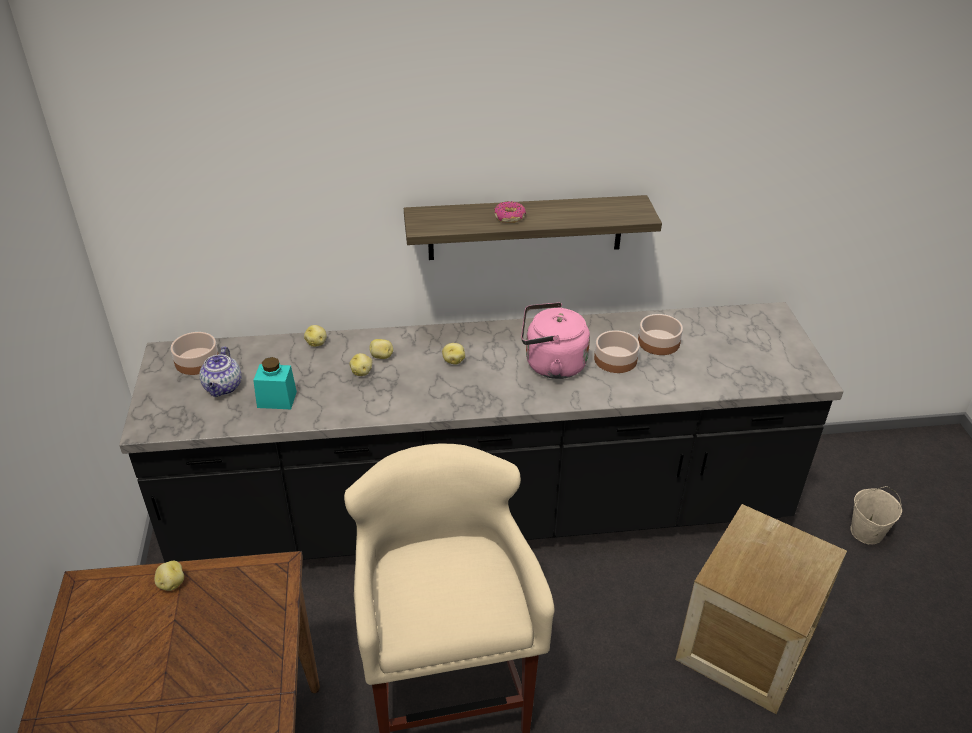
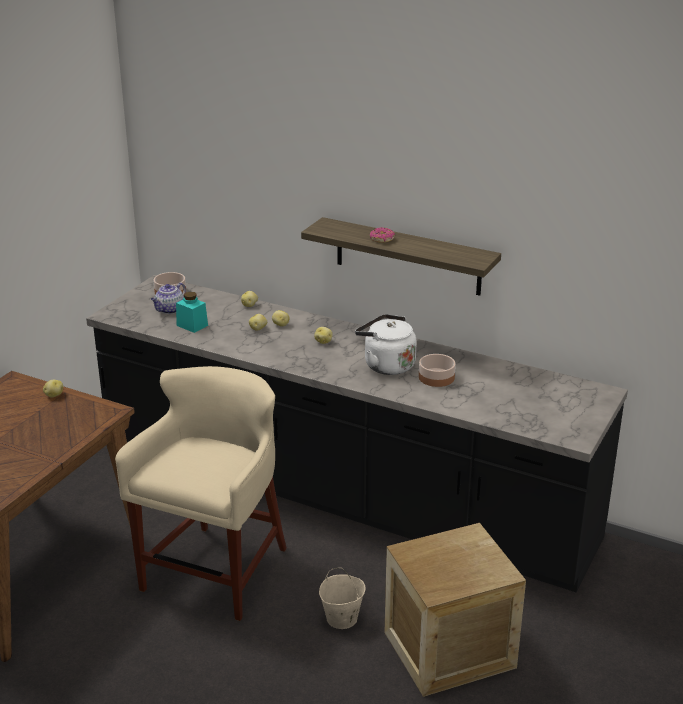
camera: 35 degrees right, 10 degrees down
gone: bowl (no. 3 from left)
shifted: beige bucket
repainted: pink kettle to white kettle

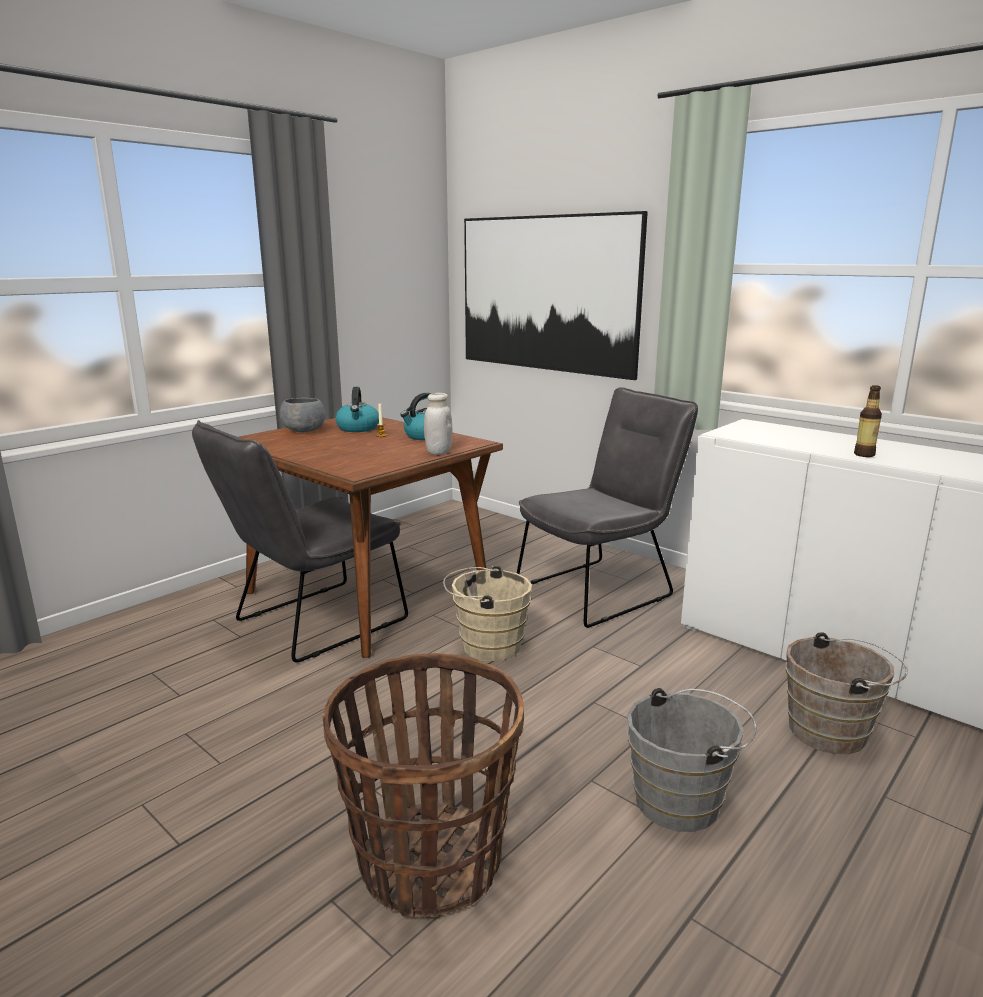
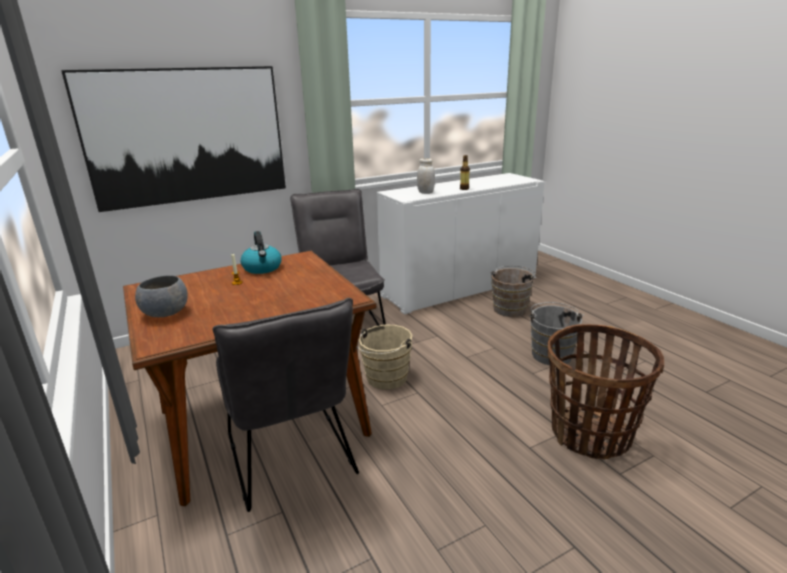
camera: 70 degrees left, 5 degrees up
gone: kettle (no. 1 from left)
shifted: white jar

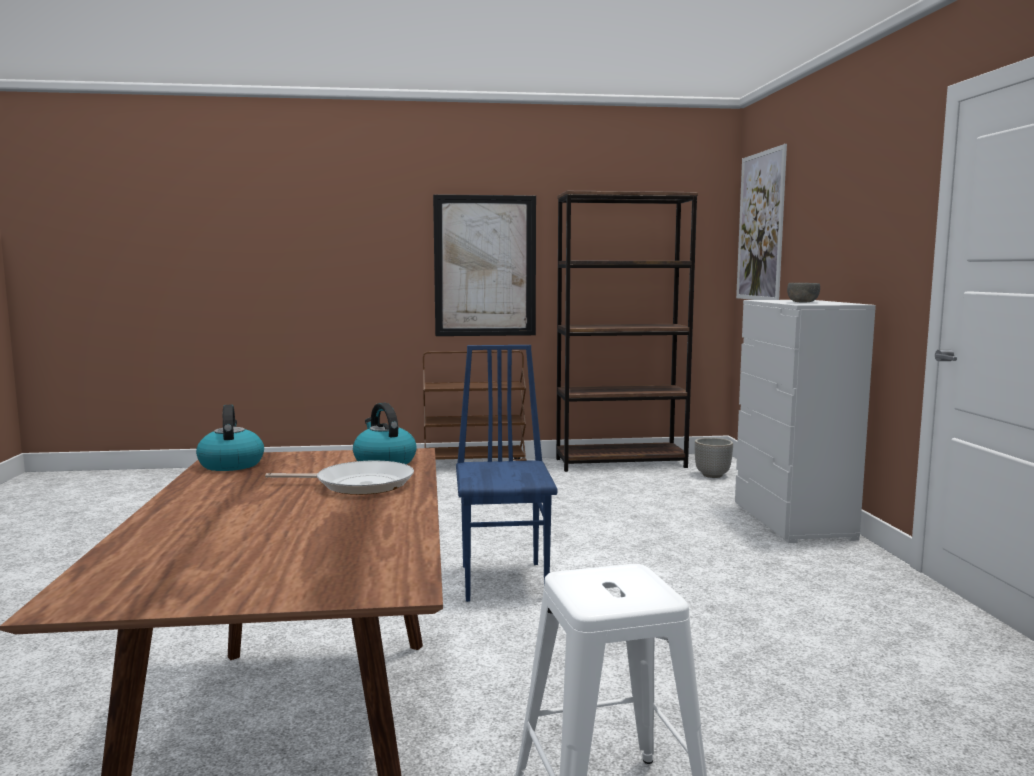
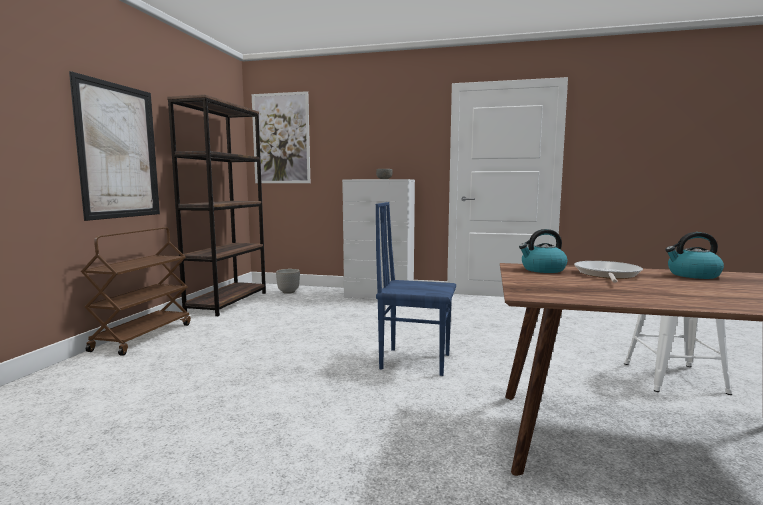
camera: 70 degrees left, 0 degrees up
shifted: kettle (no. 1 from left in the first image) to kettle (no. 2 from left)

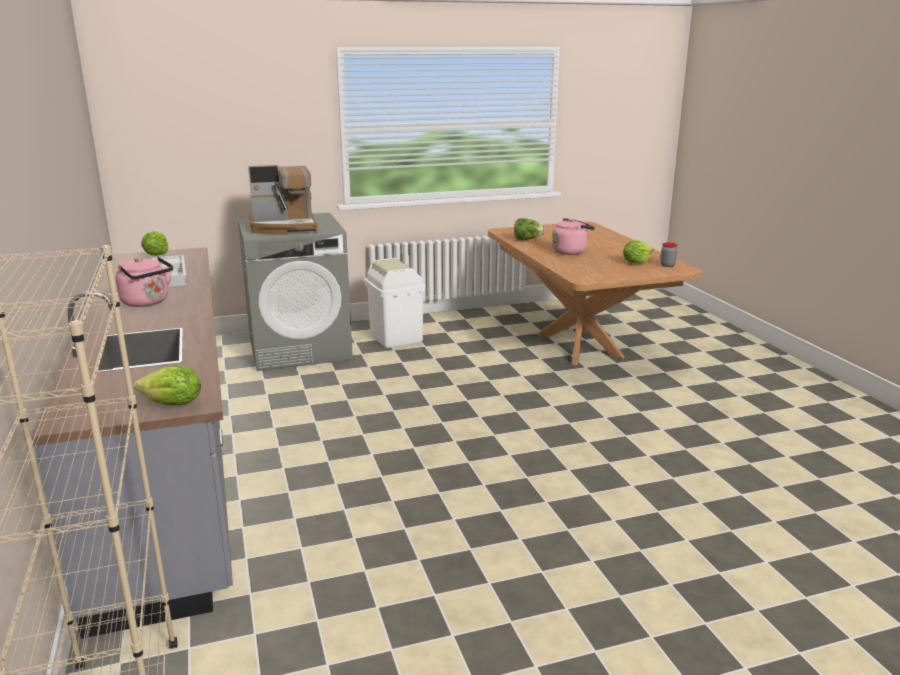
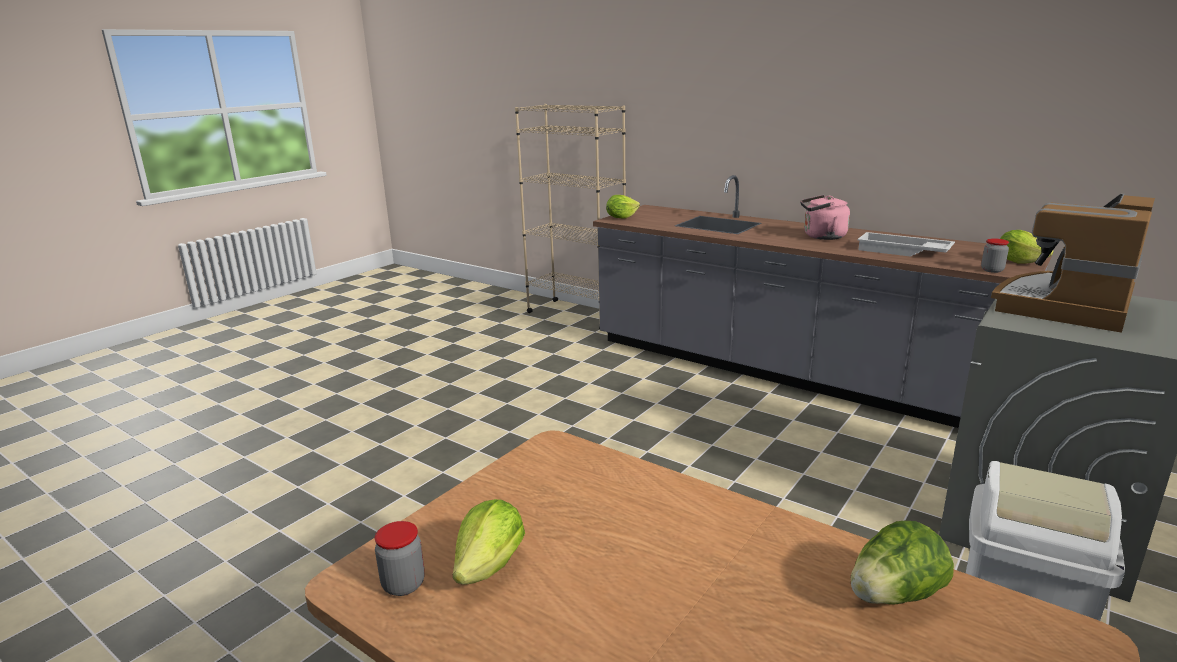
camera: 145 degrees right, 0 degrees up
gone: pink kettle (no. 2 from left)
new: jar (no. 2 from left)

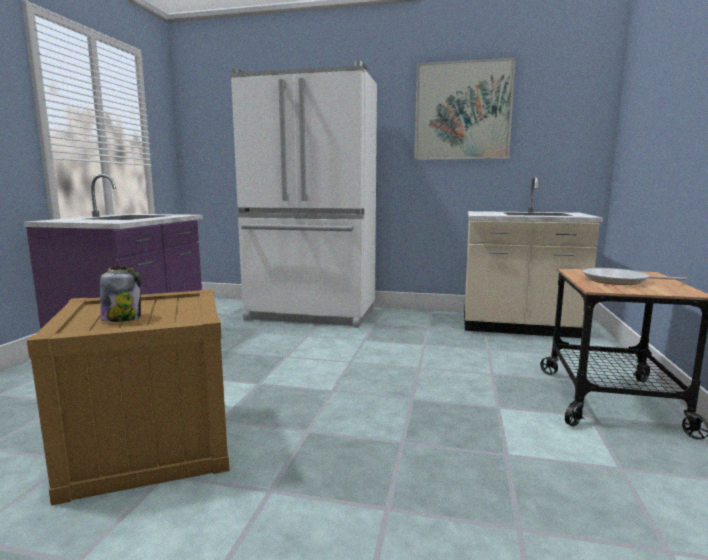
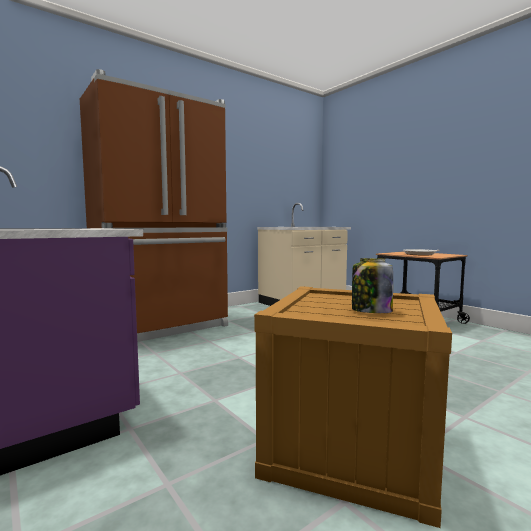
camera: 50 degrees left, 5 degrees down
gone: picture
repainted: white fridge to brown fridge

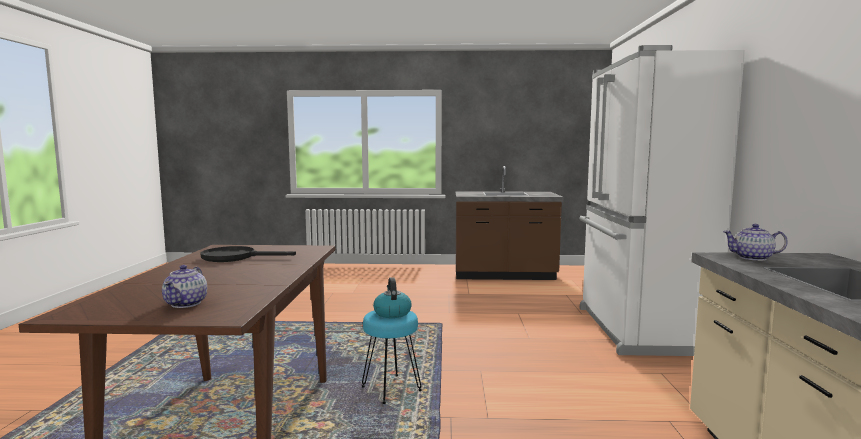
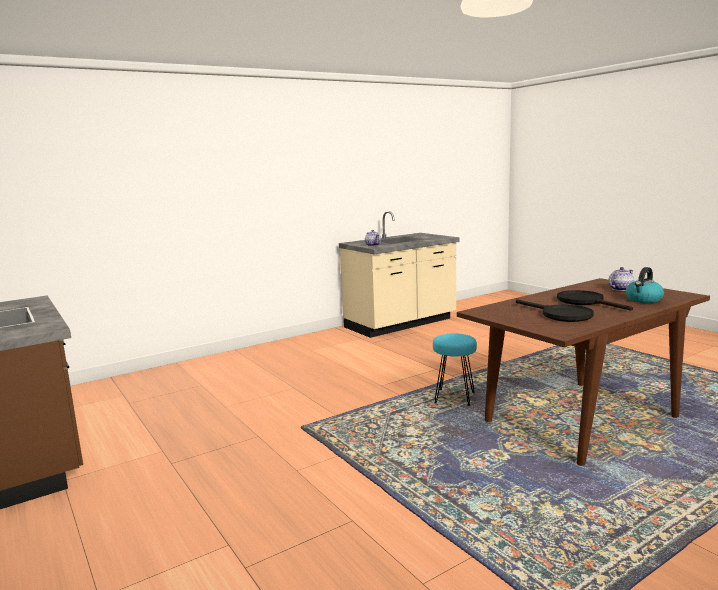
camera: 125 degrees left, 5 degrees up
gone: white fridge
new: black frying pan (no. 2 from left)
shifted: kettle

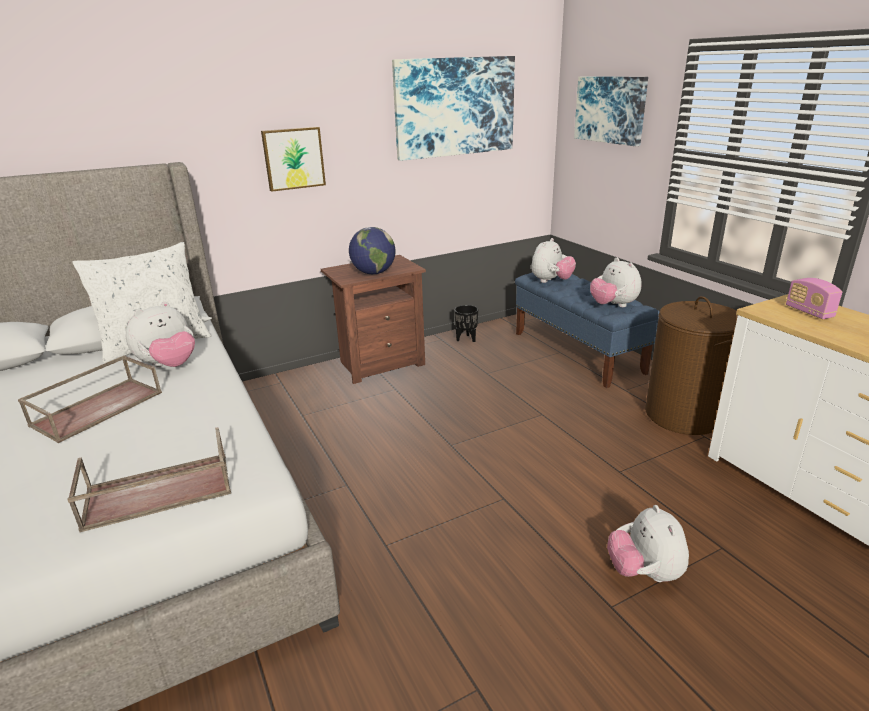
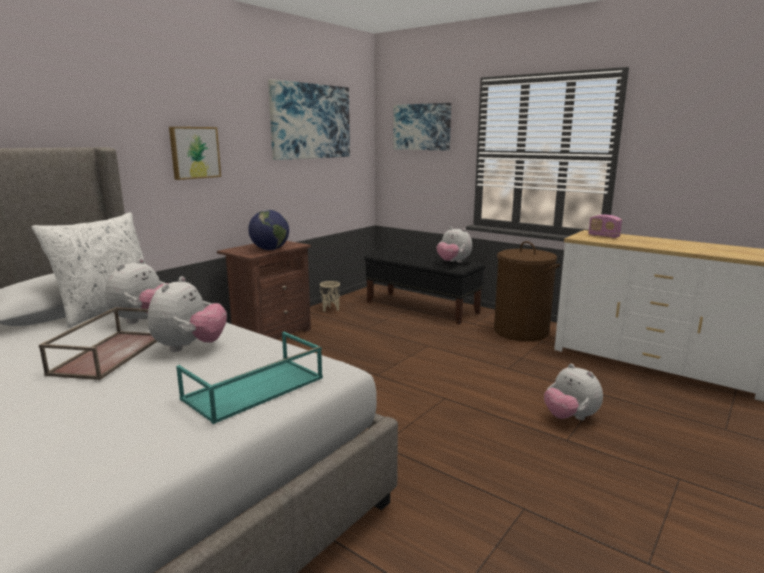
camera: 25 degrees left, 10 degrees down
shifted: plush toy (no. 2 from left)
repainted: brown tray (no. 2 from left) to turquoise tray; black planter to beige planter; blue bench to black bench

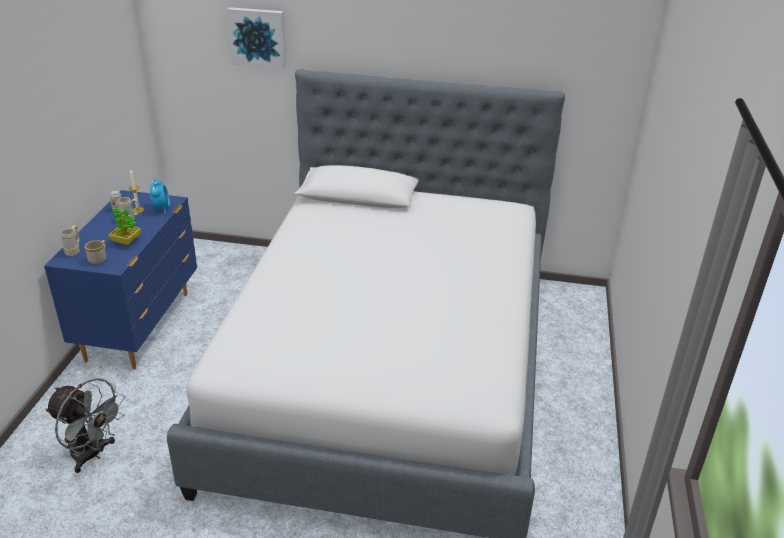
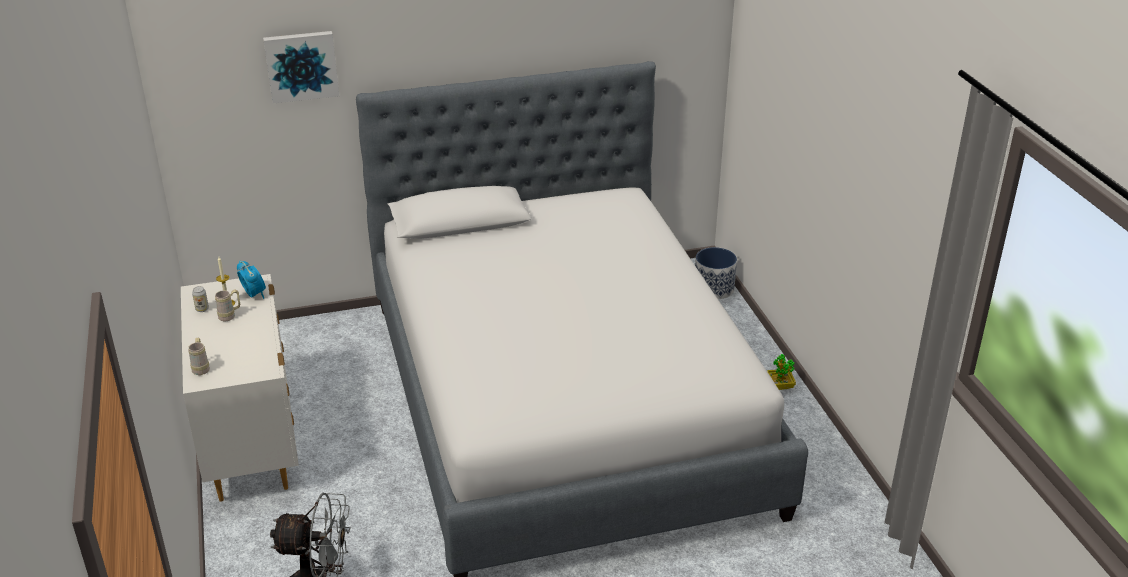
camera: 25 degrees left, 0 degrees up
gone: beige mug (no. 2 from left)
new: planter
shifted: potted plant
repainted: blue dresser to white dresser

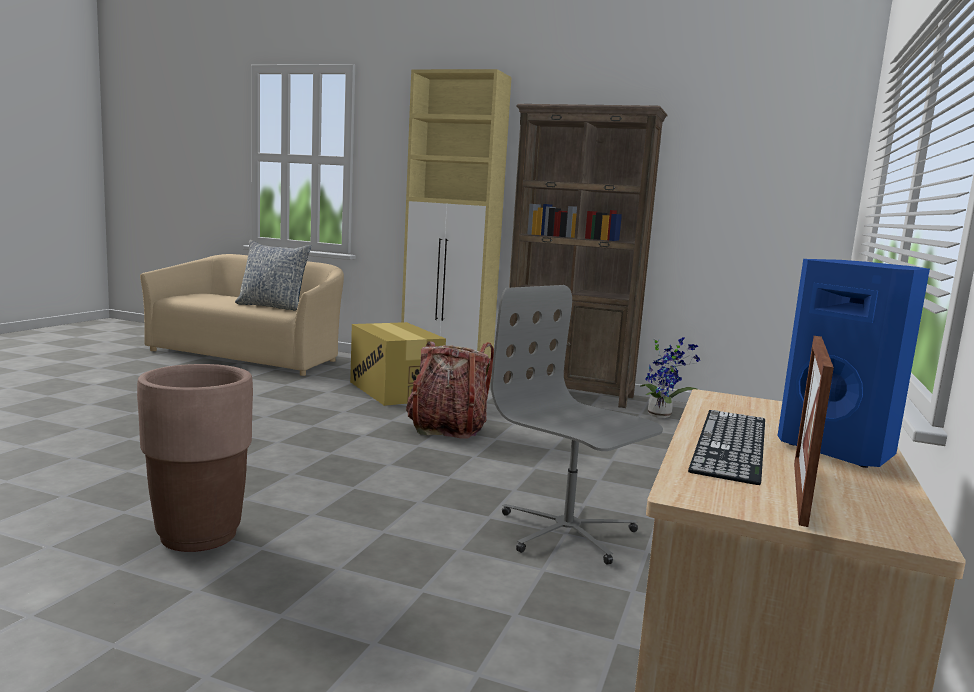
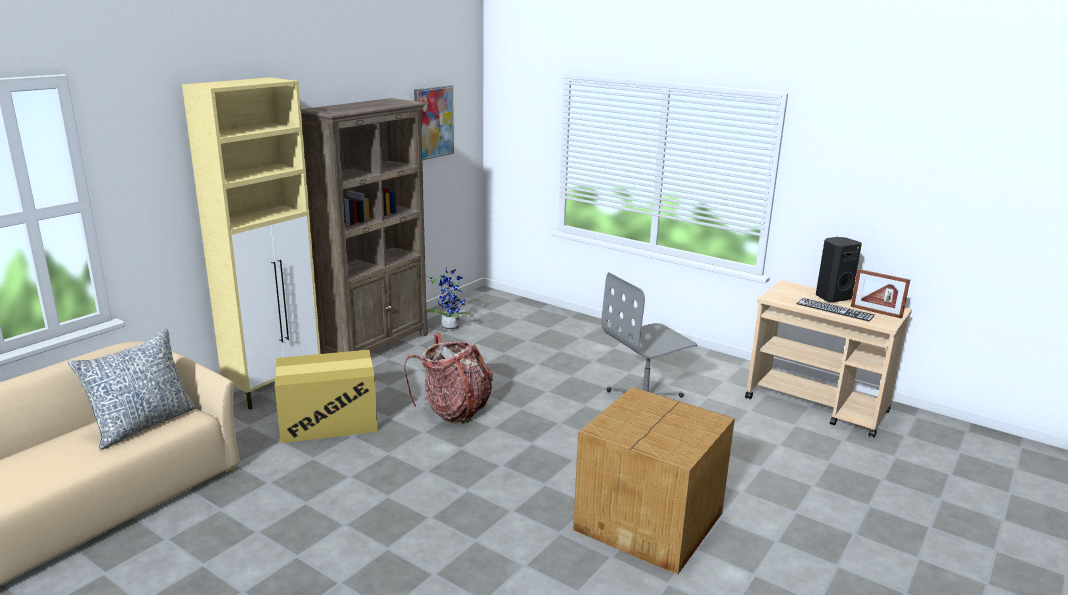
camera: 75 degrees left, 10 degrees up
new: picture
swapped: brown planter to cardboard box (no. 2 from left)
repainted: blue speaker to black speaker

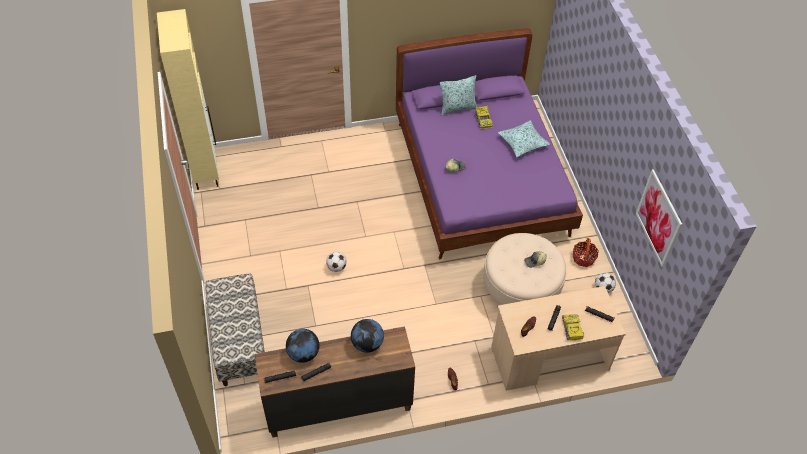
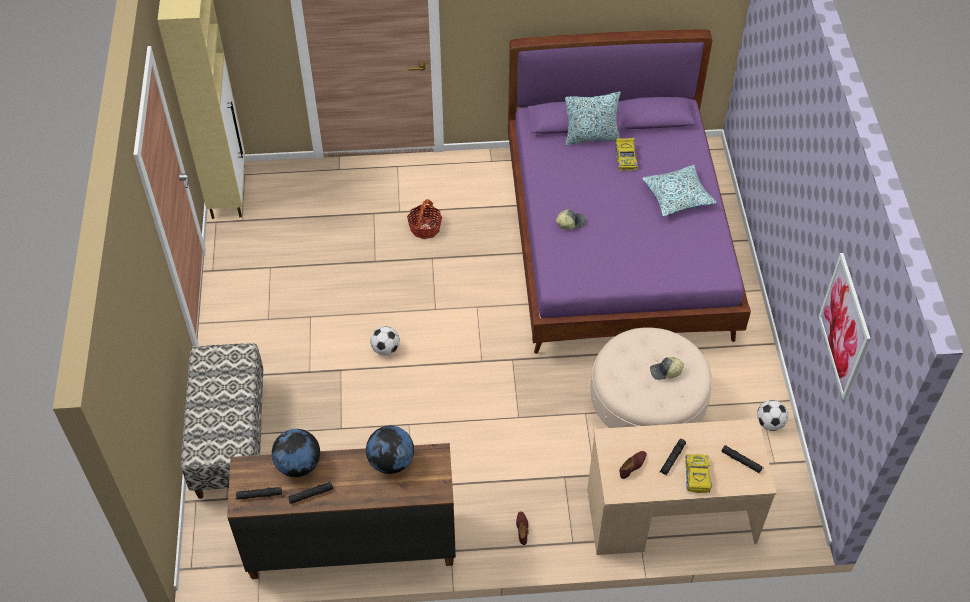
camera: 10 degrees right, 0 degrees up
shifted: basket

